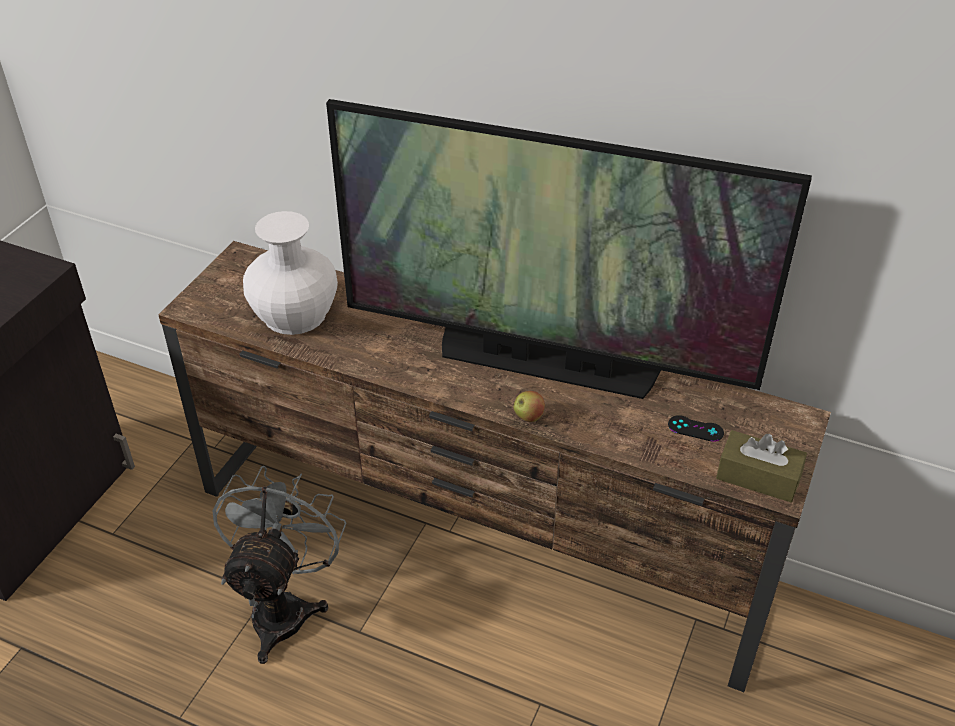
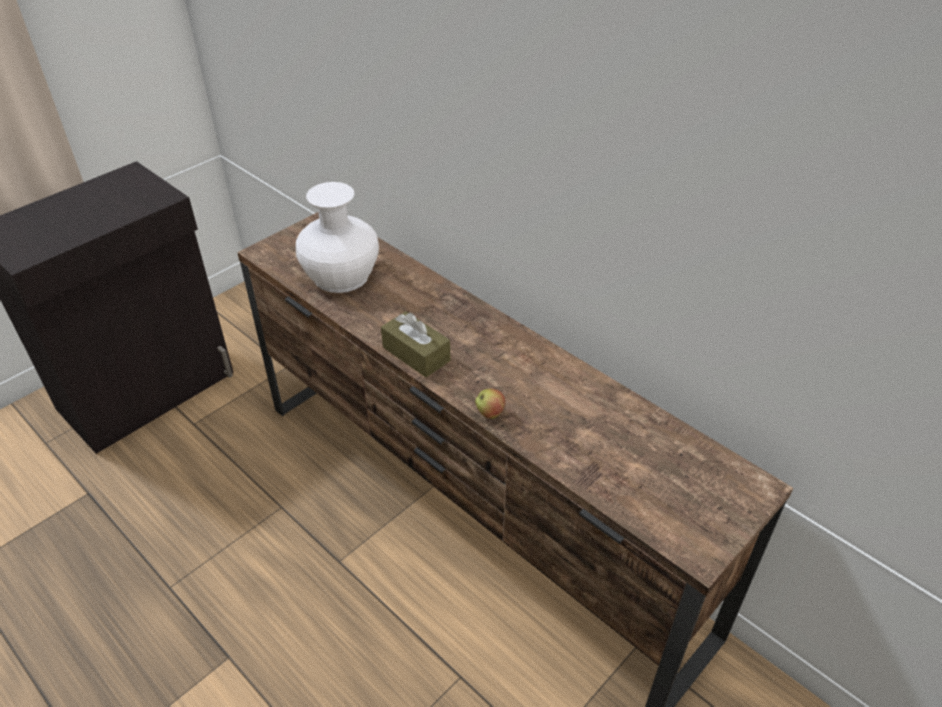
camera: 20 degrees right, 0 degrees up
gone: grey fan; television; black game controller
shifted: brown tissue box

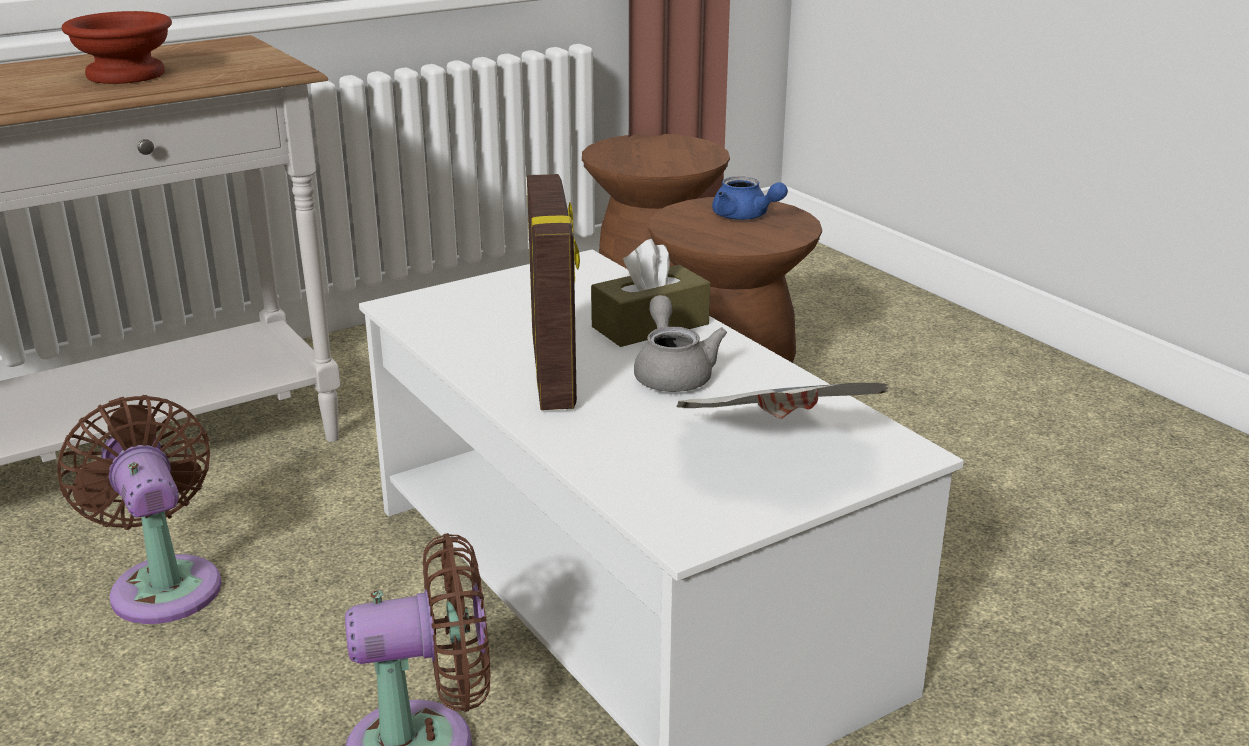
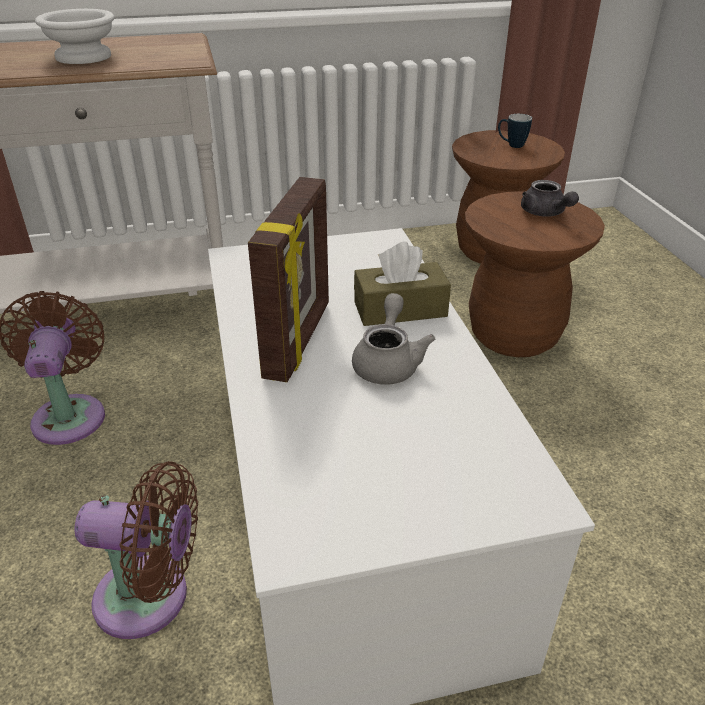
camera: 20 degrees right, 10 degrees up
gone: newspaper
new: mug
repainted: brown bowl to white bowl; blue teapot to grey teapot (no. 2 from left)

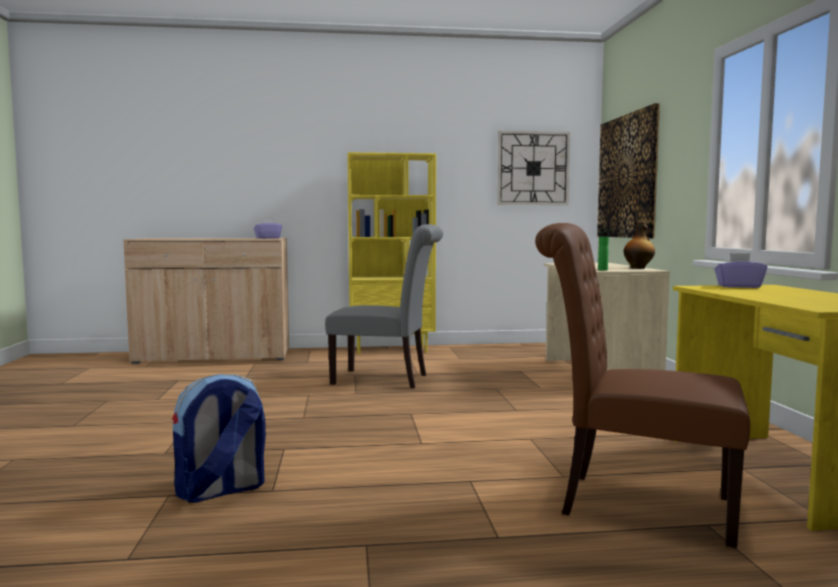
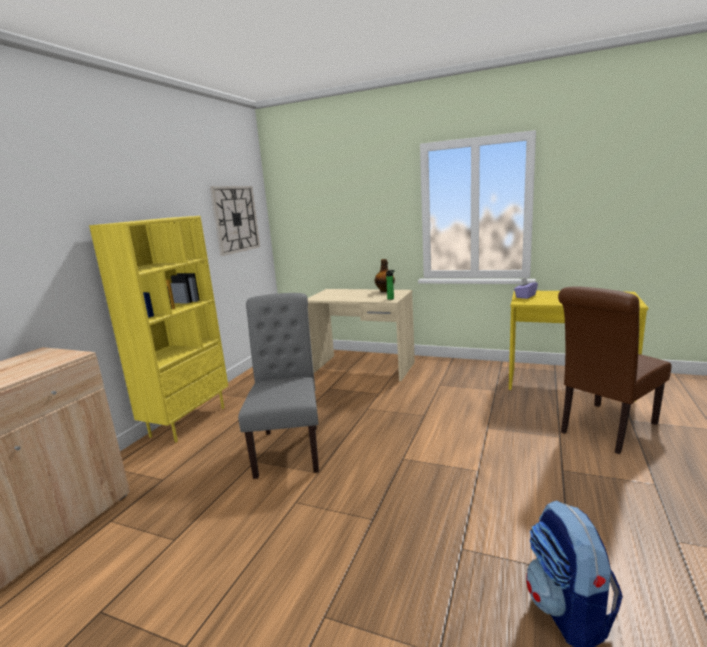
camera: 60 degrees left, 10 degrees up
gone: purple tissue box (no. 1 from left); picture
rotated: grey chair 45 degrees counterclockwise

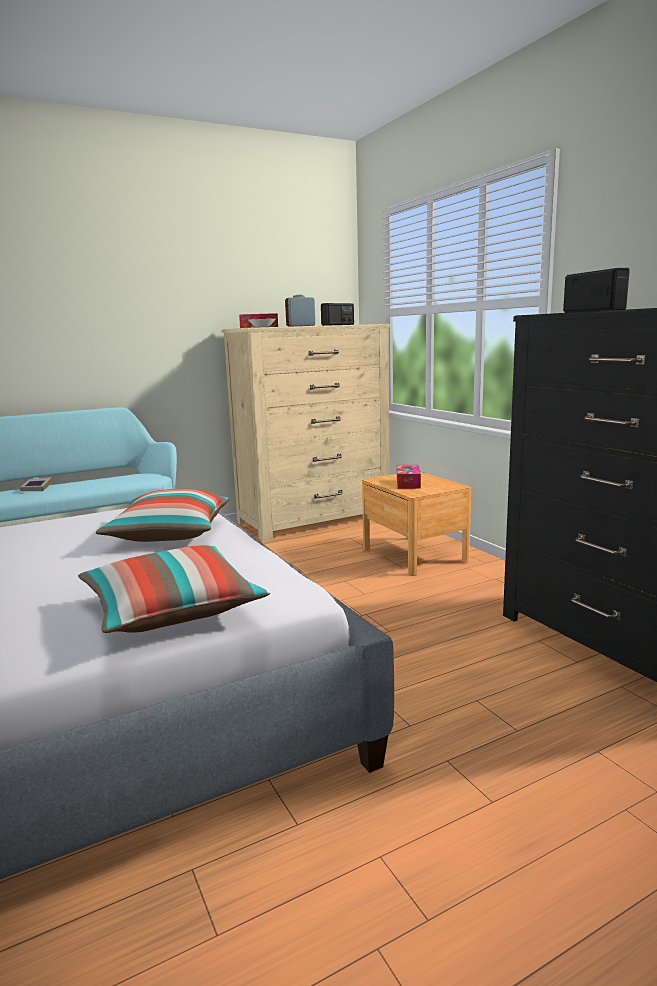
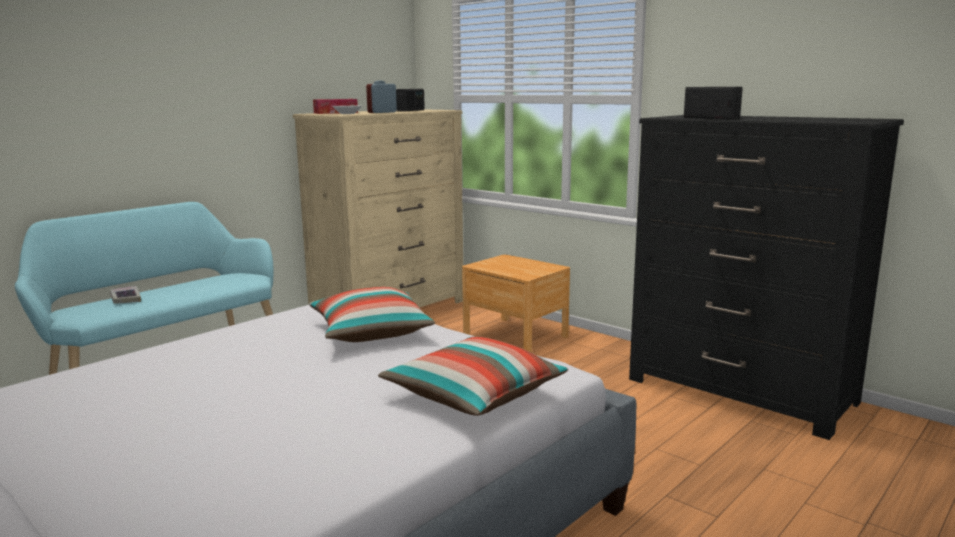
camera: 20 degrees left, 0 degrees up
gone: tissue box (no. 2 from left)

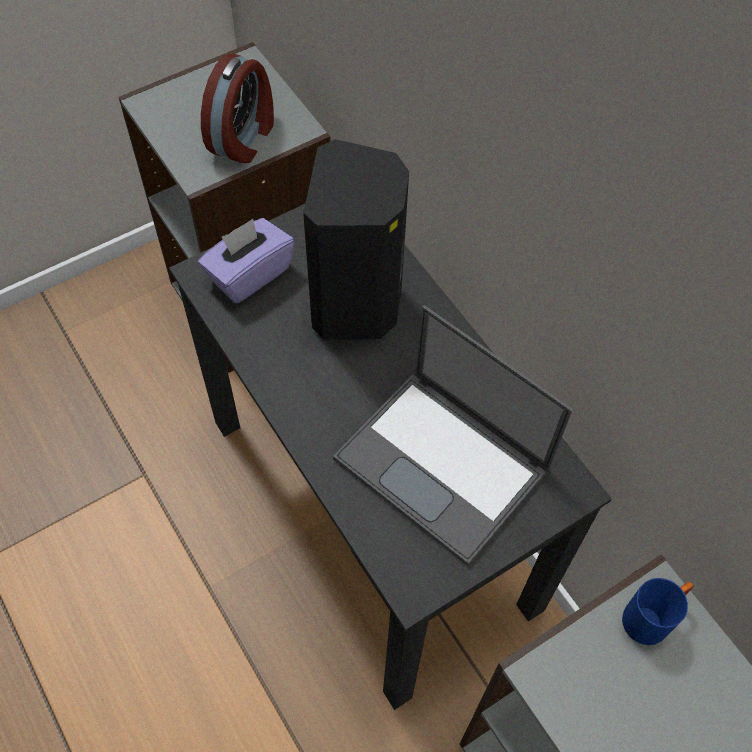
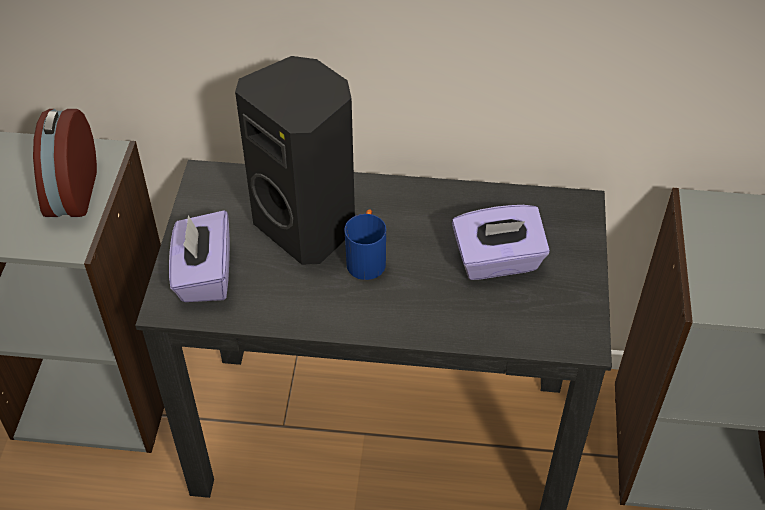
camera: 50 degrees left, 10 degrees down
shifted: blue mug
swapped: laptop to purple tissue box (no. 2 from left)
rotated: alarm clock 150 degrees counterclockwise

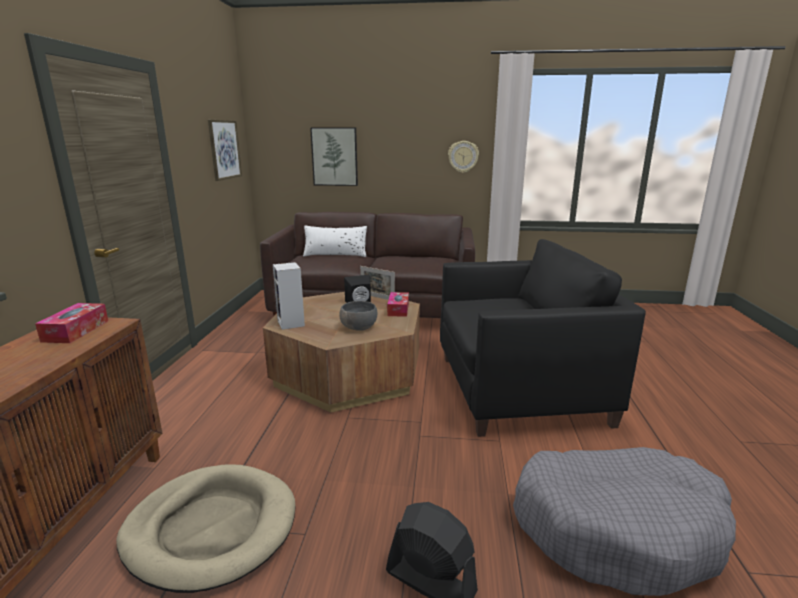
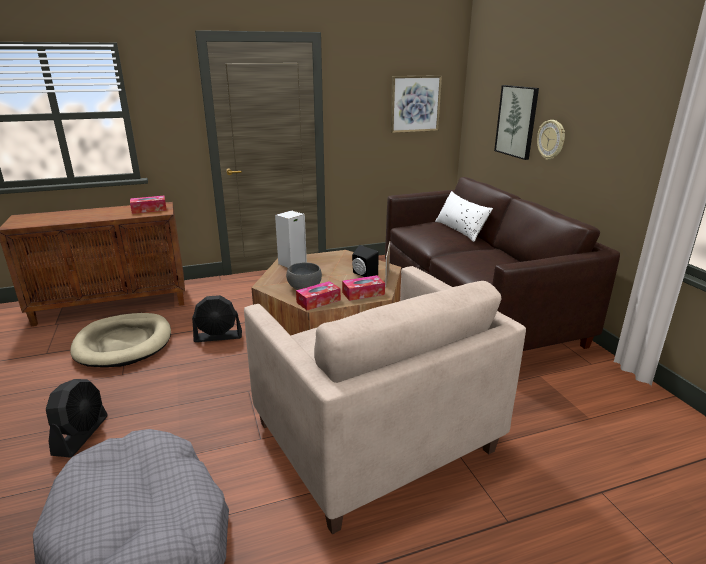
camera: 65 degrees right, 5 degrees up
new: black fan (no. 2 from left); tissue box (no. 2 from left)
shifted: wall clock
repainted: black armchair to beige armchair

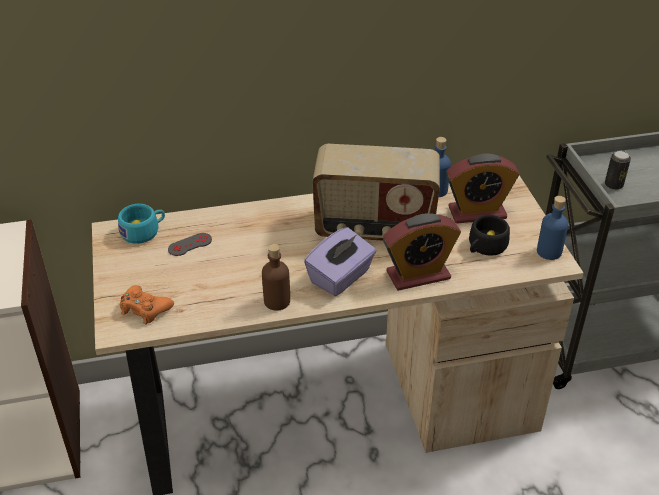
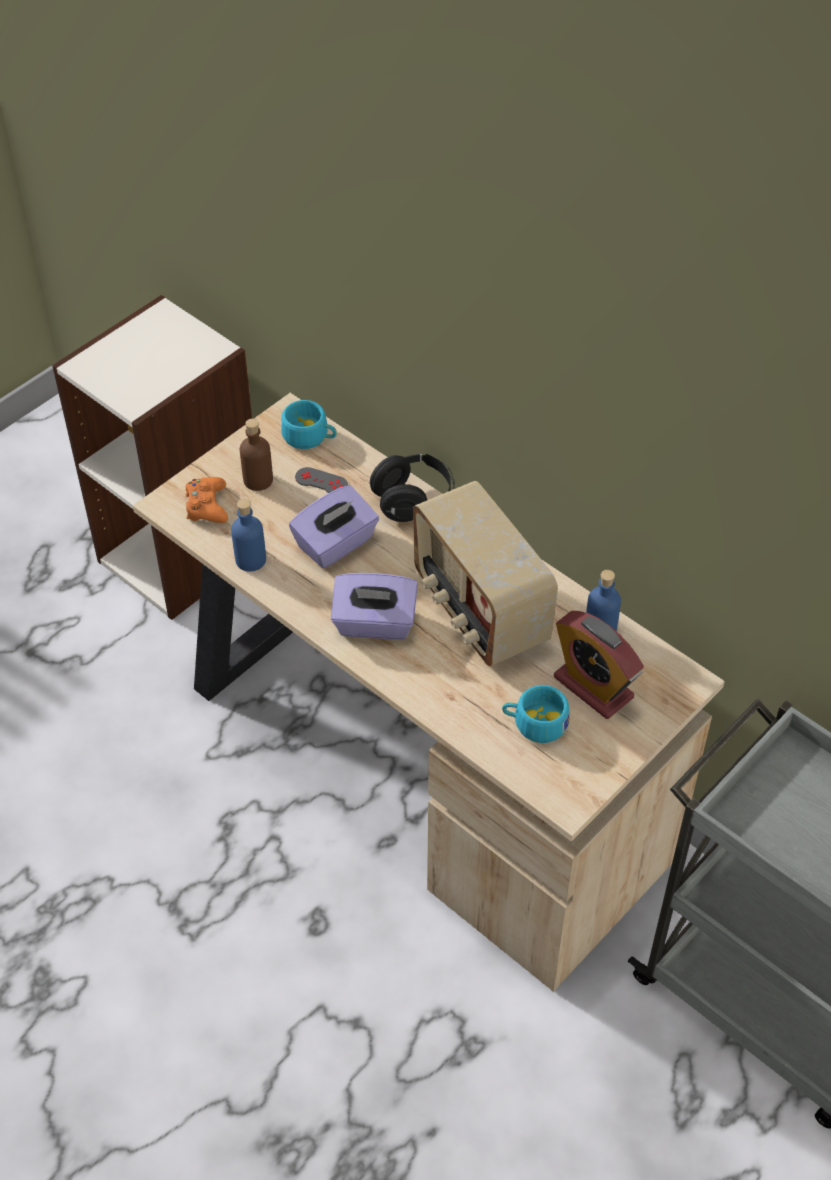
camera: 55 degrees right, 10 degrees up
gone: alarm clock (no. 1 from left); can
new: purple tissue box (no. 1 from left); black headphones
shifted: brown bottle; blue bottle (no. 2 from left in the first image) to blue bottle (no. 1 from left)
repainted: black cup to turquoise cup (no. 2 from left)

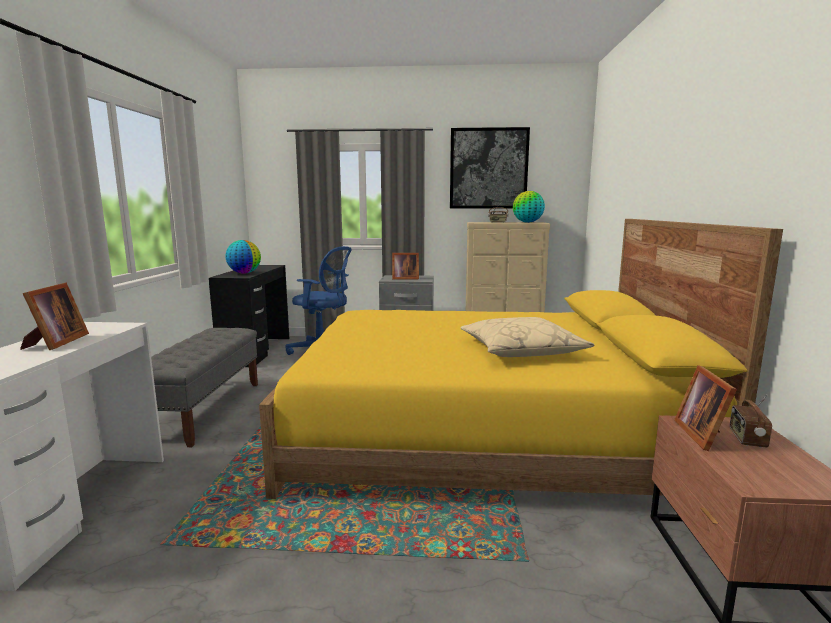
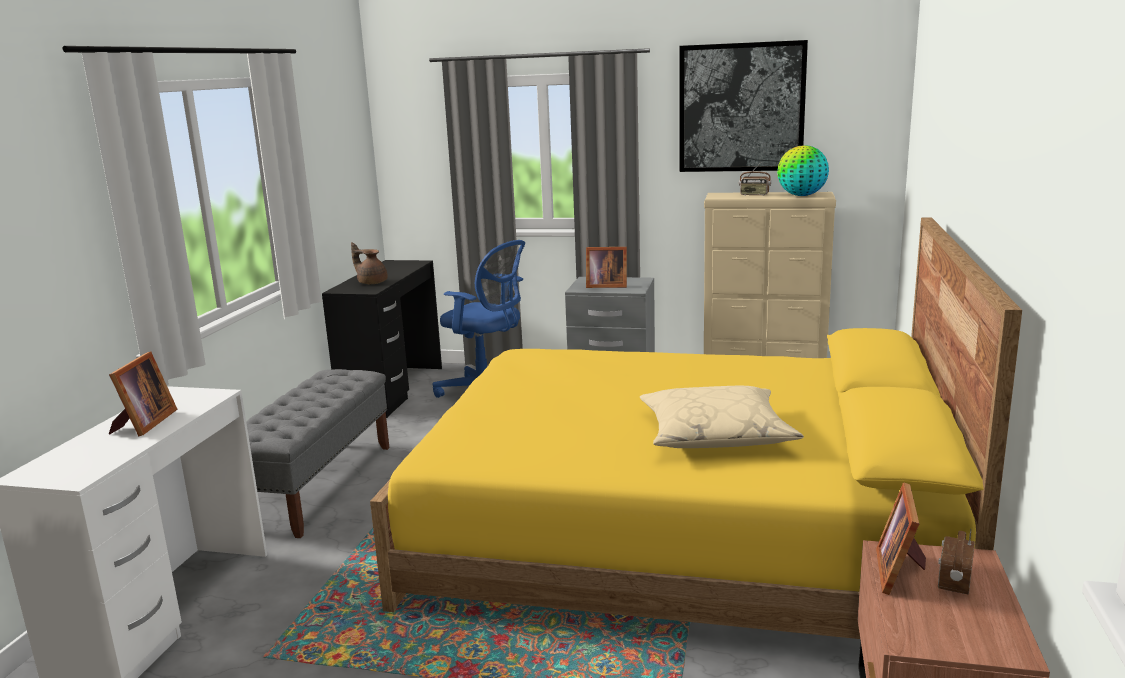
camera: 10 degrees right, 5 degrees up
swapped: globe (no. 1 from left) to brown teapot

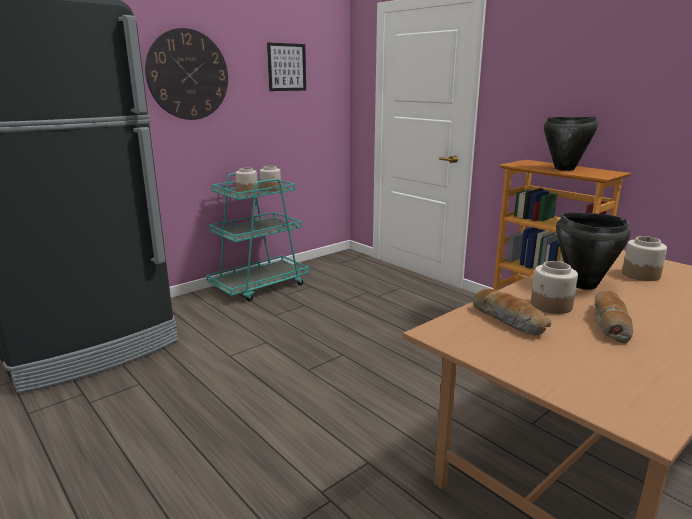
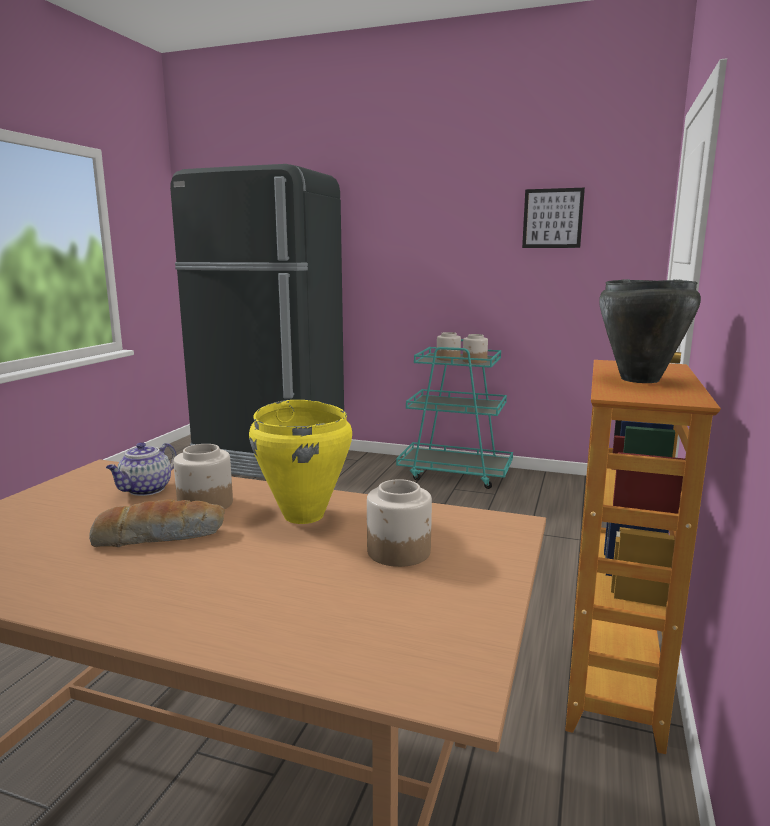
camera: 60 degrees right, 5 degrees down
gone: wall clock
swapped: bread (no. 1 from left) to teapot
repainted: black cooking pot (no. 2 from left) to yellow cooking pot

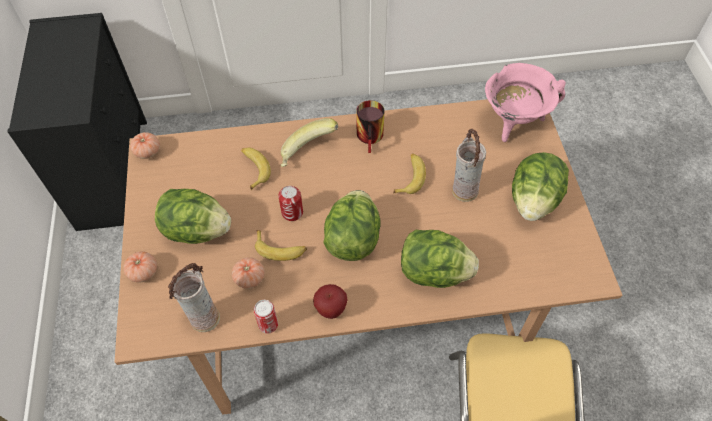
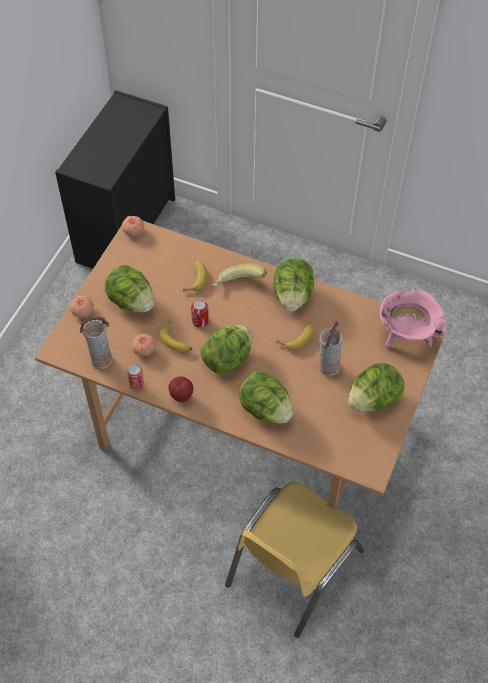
camera: 30 degrees right, 0 degrees up
swapped: mug to lettuce (no. 4 from left)

